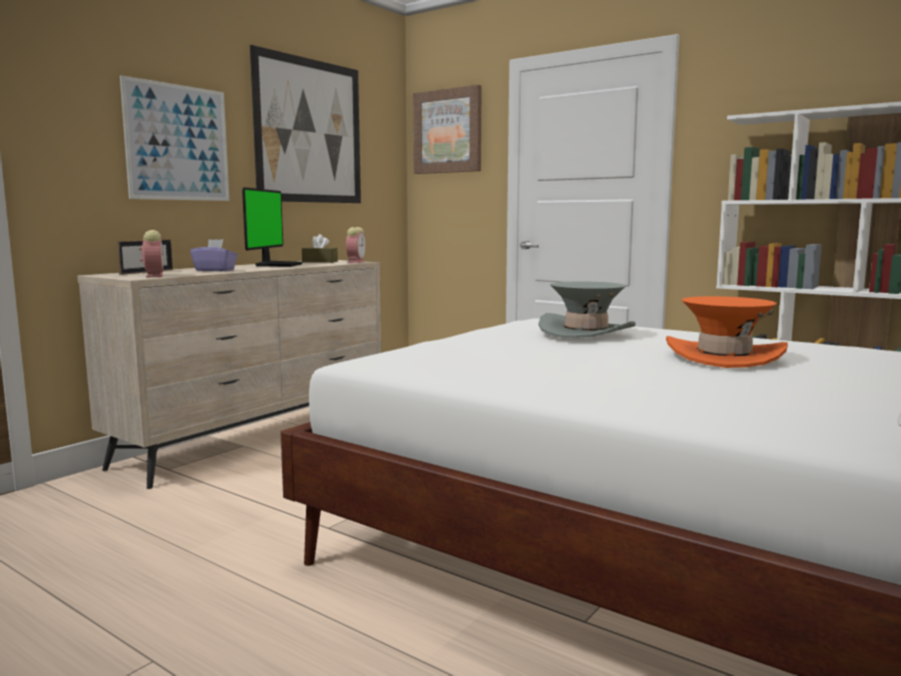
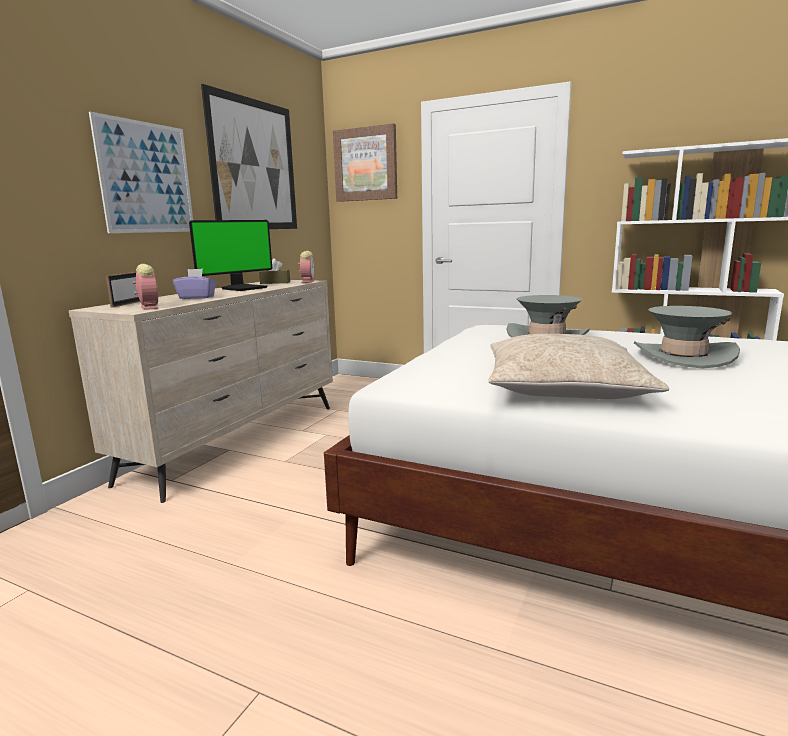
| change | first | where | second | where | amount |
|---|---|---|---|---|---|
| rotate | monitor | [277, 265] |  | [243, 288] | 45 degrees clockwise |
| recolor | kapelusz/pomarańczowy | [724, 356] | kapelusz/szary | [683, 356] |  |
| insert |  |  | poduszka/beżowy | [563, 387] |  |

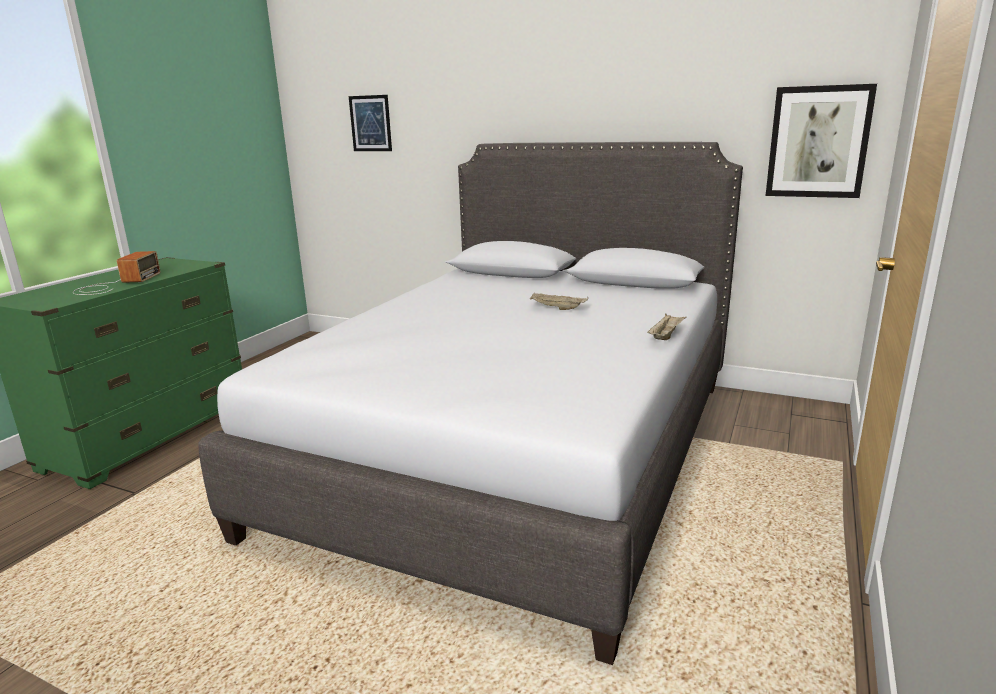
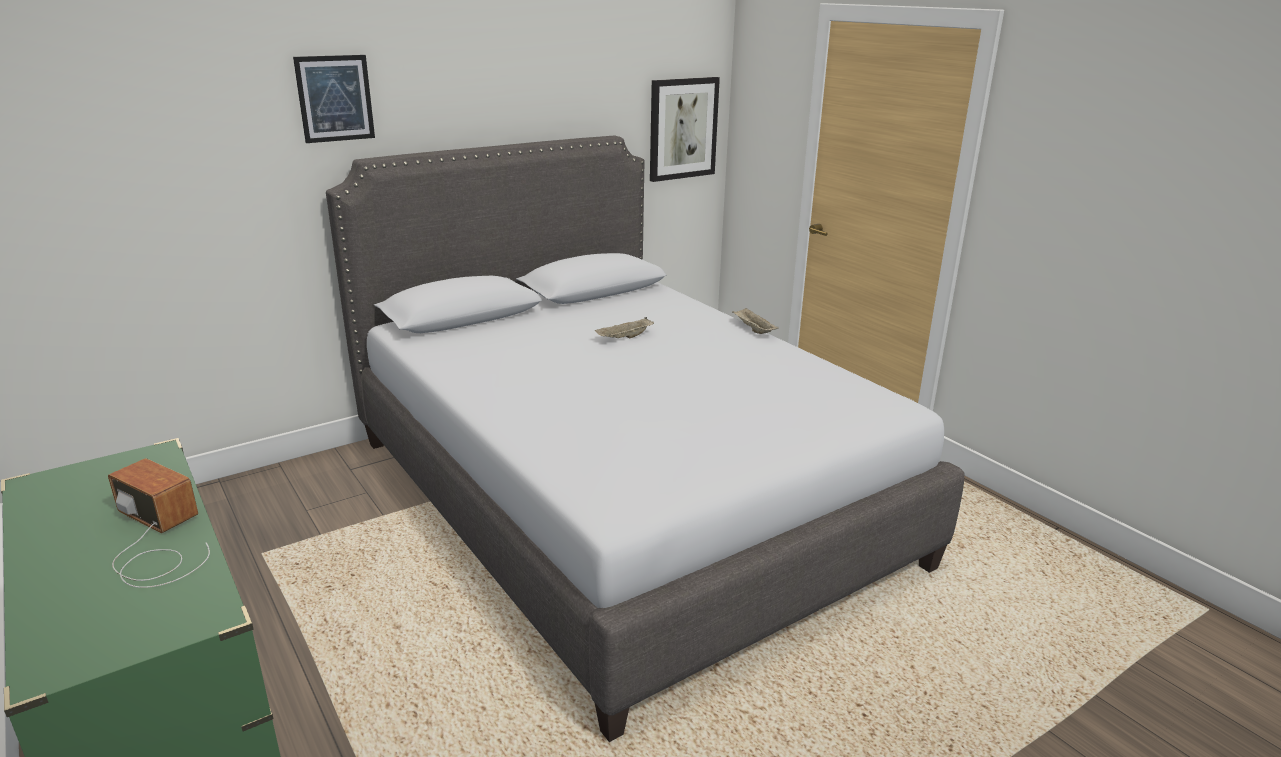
| change | first | where | second | where | amount |
|---|---|---|---|---|---|
| move | obraz | [370, 123] |  | [335, 98] |  |

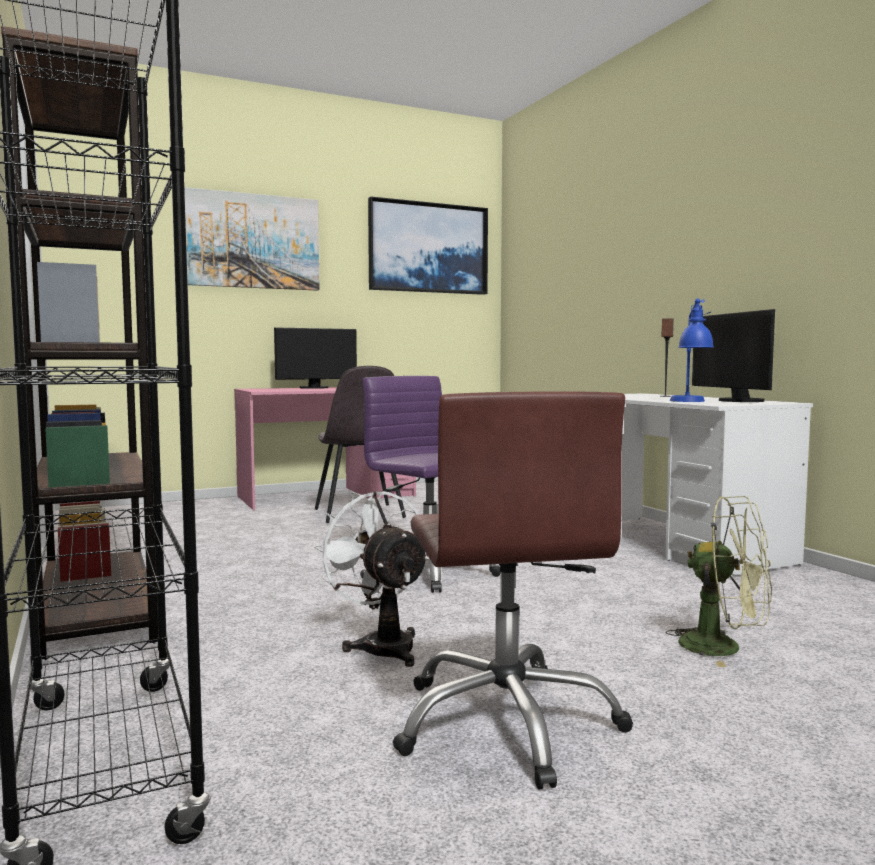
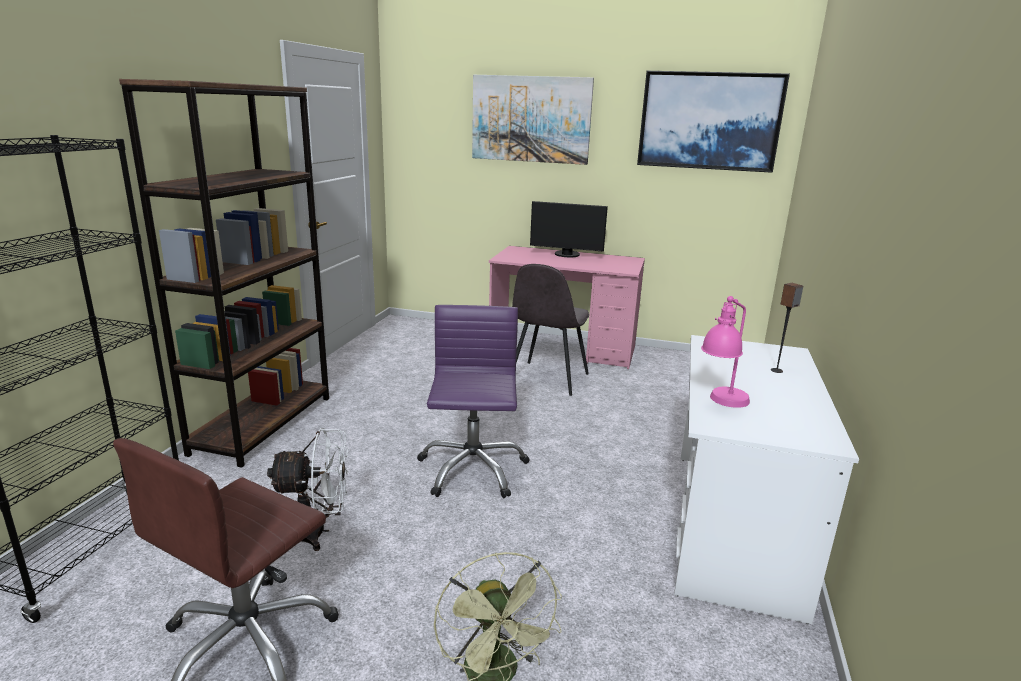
| change | first | where | second | where | amount |
|---|---|---|---|---|---|
| rotate | wentylator/biały | [382, 645] |  | [317, 532] | 75 degrees clockwise |
| recolor | lampa stołowa/niebieski | [691, 401] | lampa stołowa/różowy | [721, 404] |  |
| delete | monitor | [737, 401] |  |  |  |

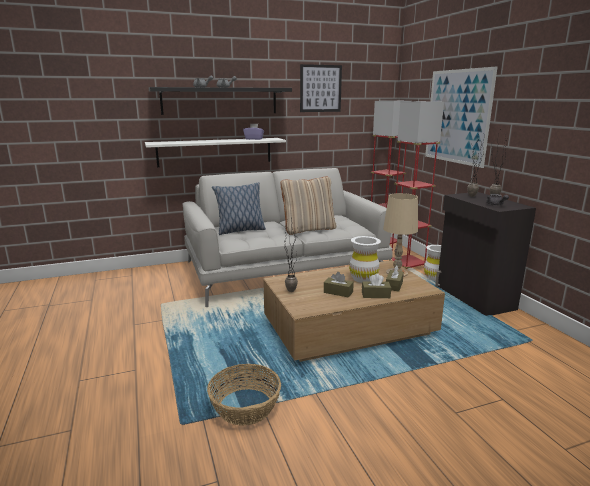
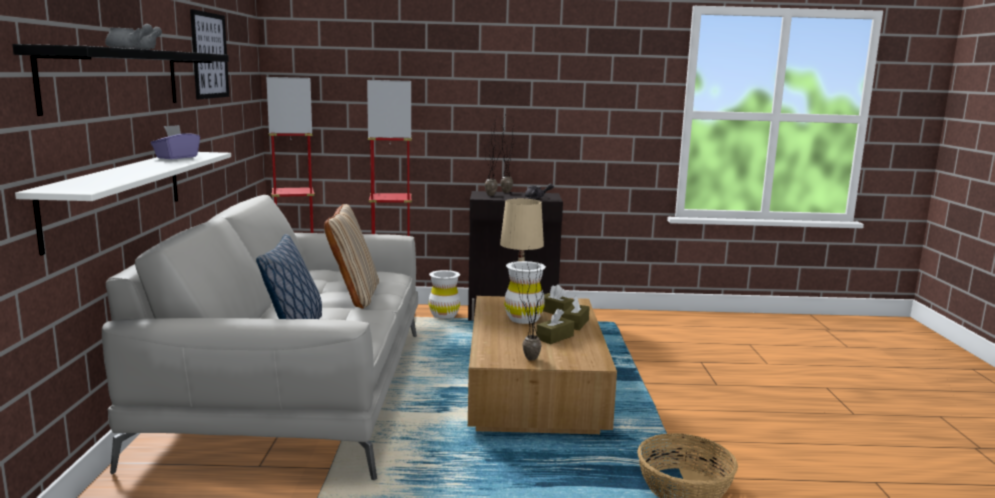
| change | first | where | second | where | amount |
|---|---|---|---|---|---|
| delete | obraz | [457, 116] |  |  |  |

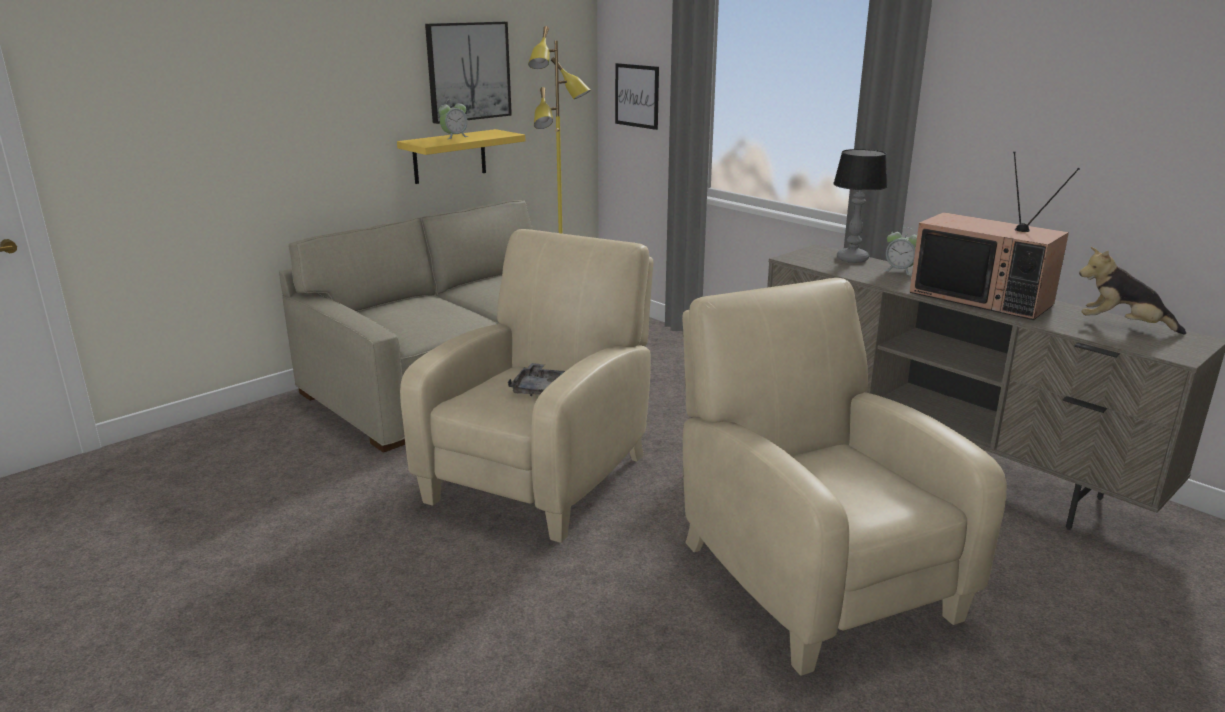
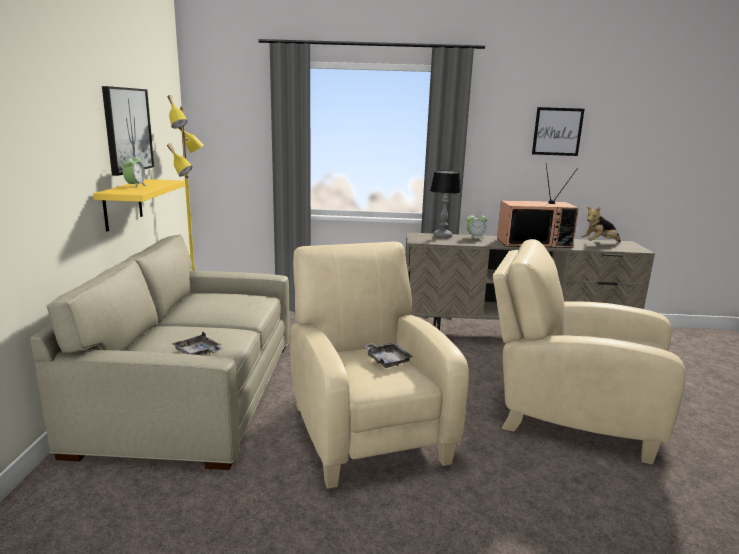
| change | first | where | second | where | amount |
|---|---|---|---|---|---|
| move | obraz | [637, 96] |  | [557, 131] |  |
| insert |  |  | taca/szary | [198, 353] |  |

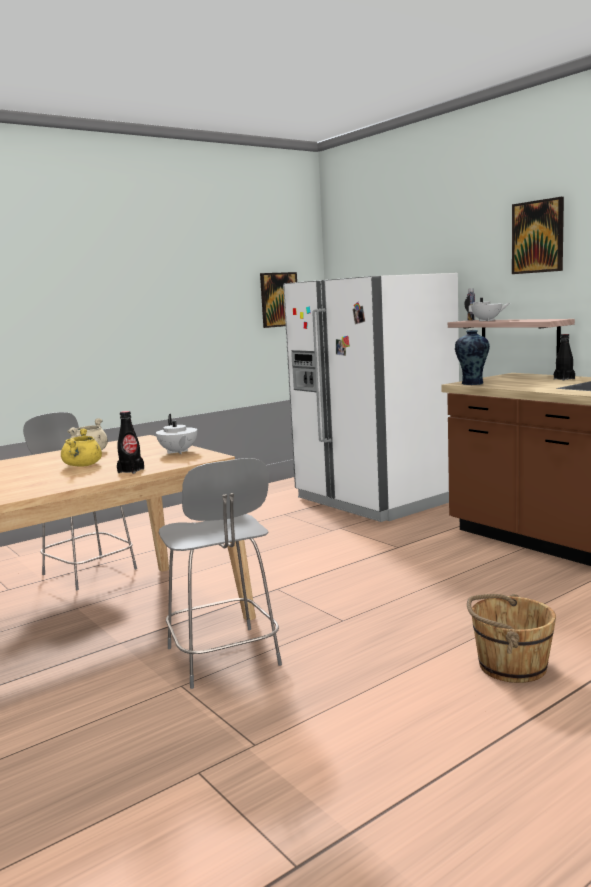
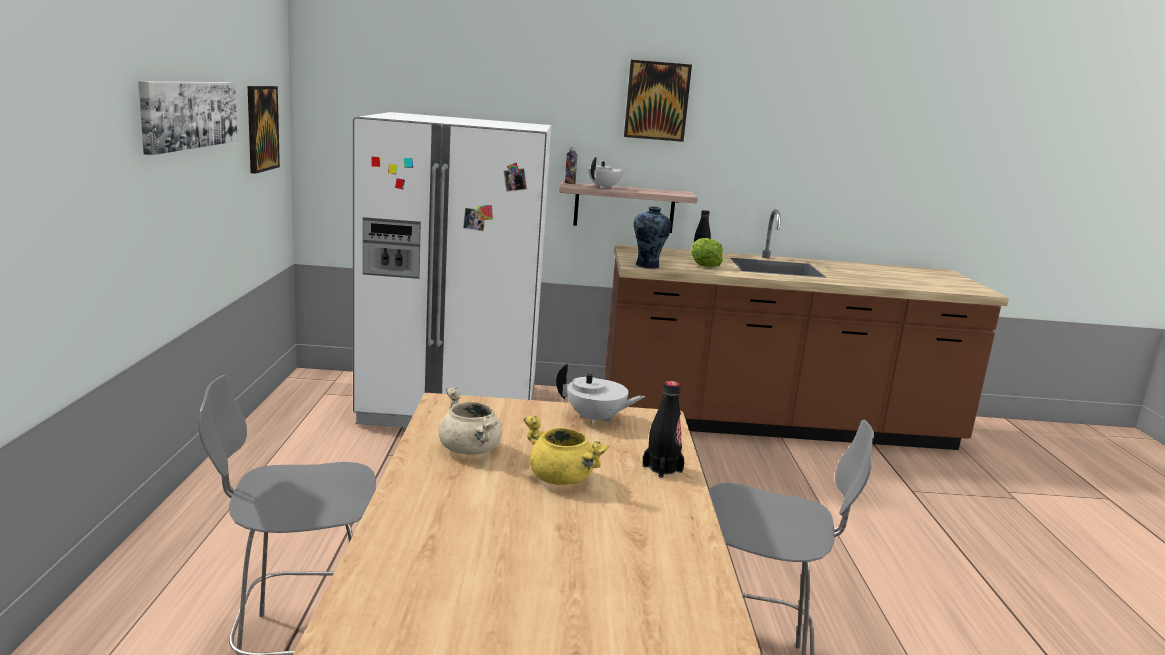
| change | first | where | second | where | amount |
|---|---|---|---|---|---|
| delete | wiadro/brązowy | [510, 666] |  |  |  |
| insert |  |  | obraz | [189, 114] |  |
| insert |  |  | sałata | [703, 264] |  |

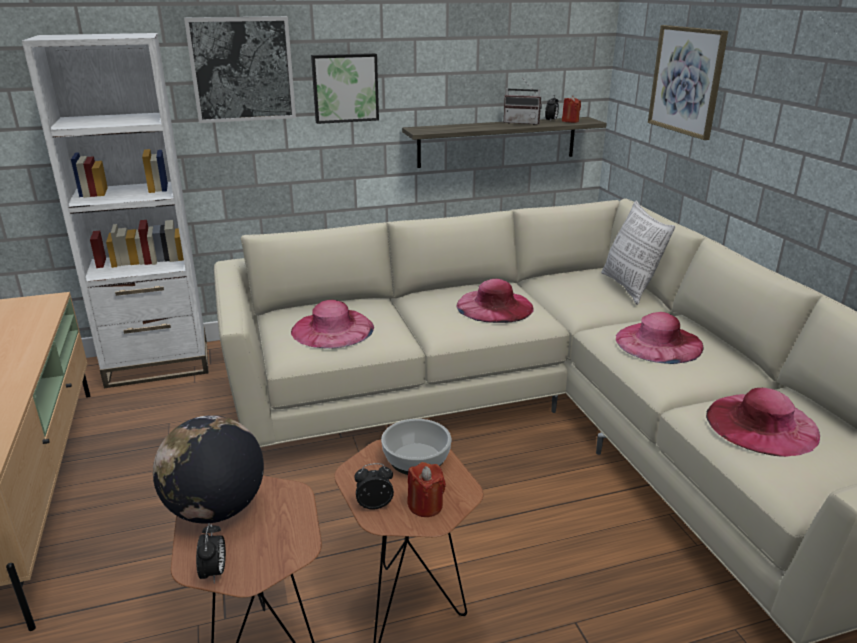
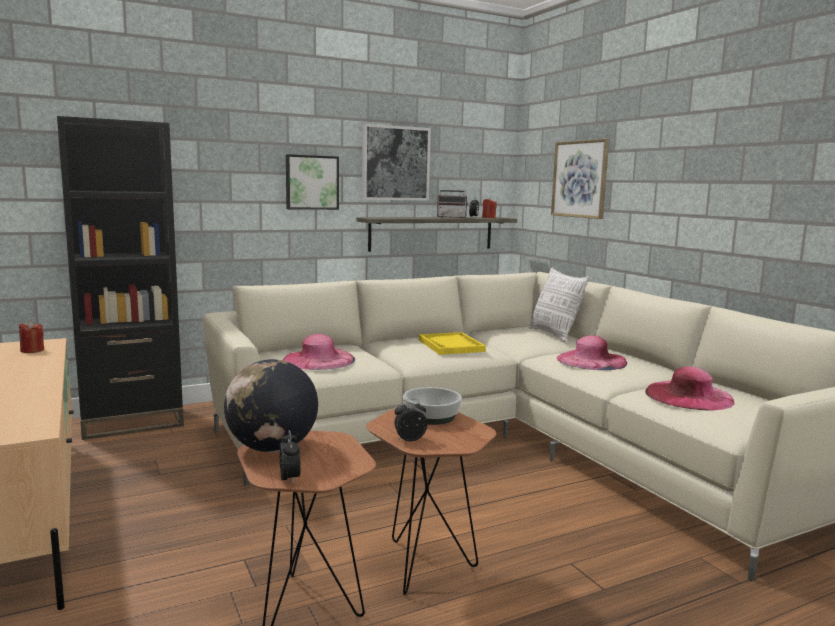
| change | first | where | second | where | amount |
|---|---|---|---|---|---|
| recolor | regał/biały | [158, 365] | regał/czarny | [132, 422] |  |
| move | obraz | [242, 69] |  | [395, 163] |  |
| move | świeca/czerwony | [425, 505] |  | [32, 350] |  |
| replace | kapelusz/różowy | [494, 306] | taca/żółty | [451, 345] |  |

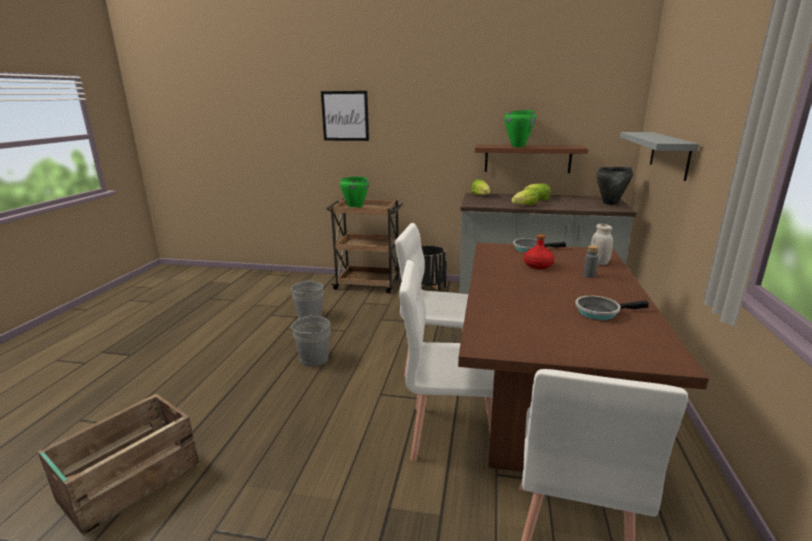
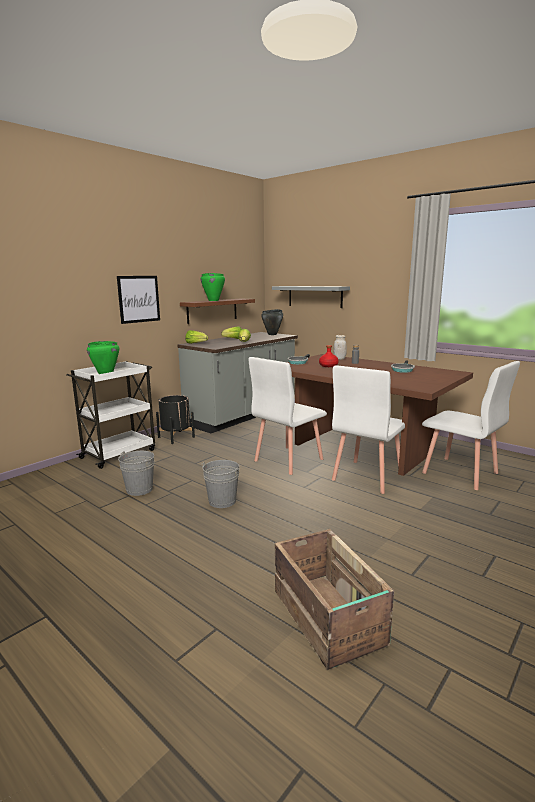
| change | first | where | second | where | amount |
|---|---|---|---|---|---|
| move | obraz | [345, 116] |  | [139, 299] |  |
| recolor | wózek/brązowy | [368, 284] | wózek/biały | [119, 453] |  |

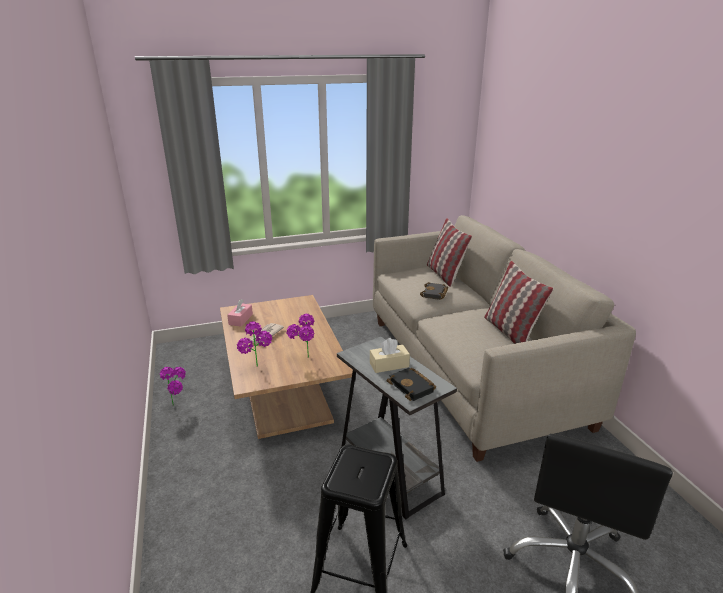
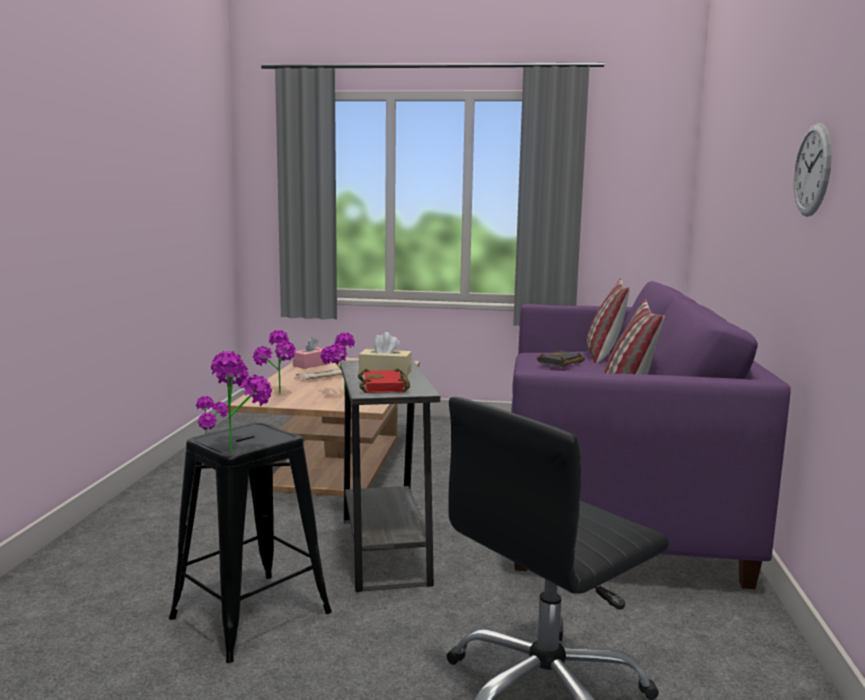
| change | first | where | second | where | amount |
|---|---|---|---|---|---|
| recolor | kanapa/beżowy | [470, 369] | kanapa/fioletowy | [608, 491] |  |
| recolor | książka/czarny | [413, 387] | książka/czerwony | [385, 387] |  |
| insert |  |  | roślina doniczkowa | [240, 448] |  |
| insert |  |  | zegar ścienny | [813, 170] |  |

